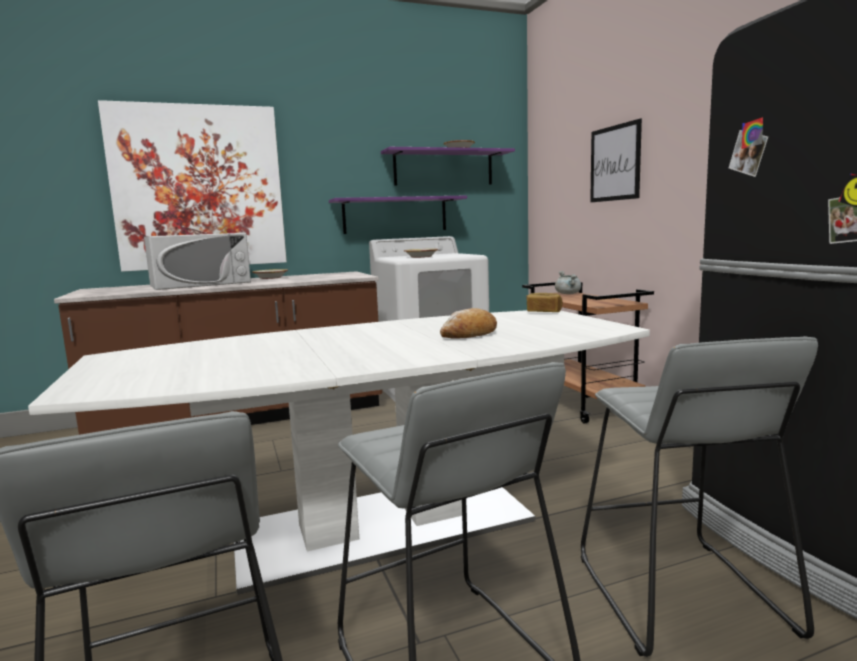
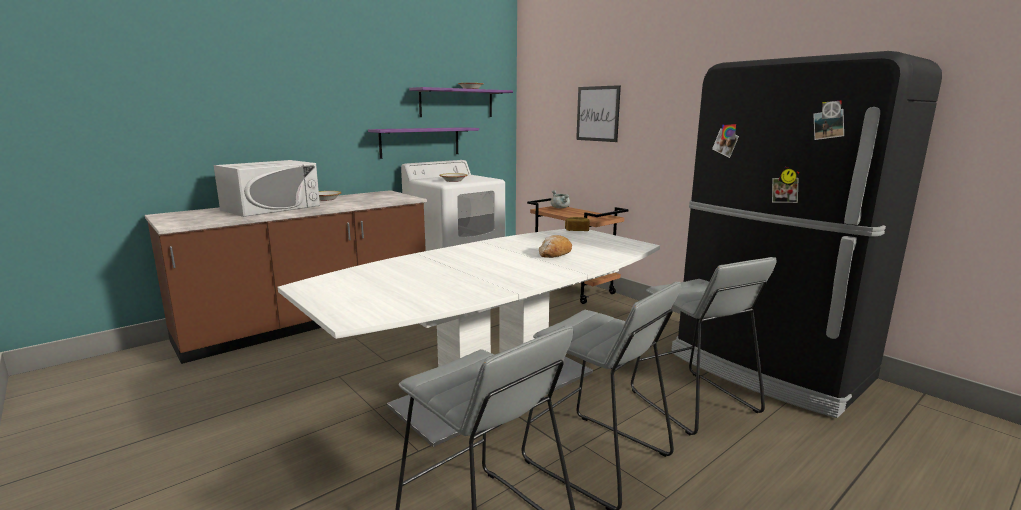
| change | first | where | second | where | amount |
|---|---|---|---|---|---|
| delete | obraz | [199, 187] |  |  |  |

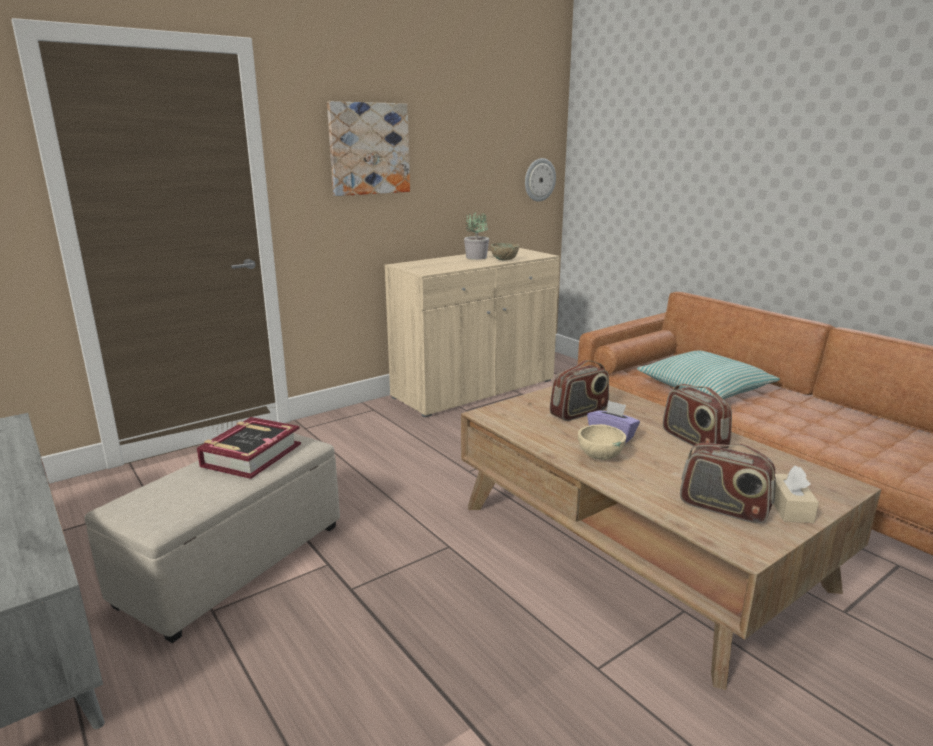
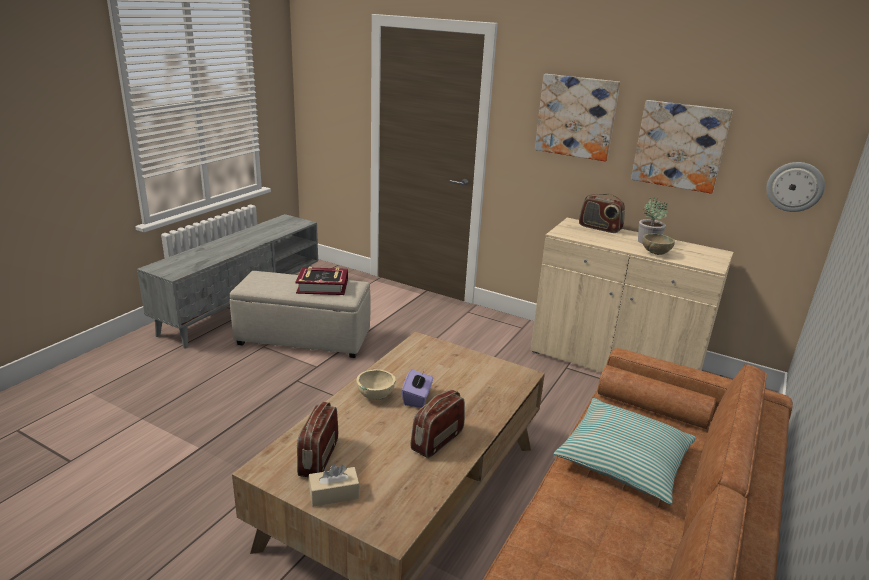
| change | first | where | second | where | amount |
|---|---|---|---|---|---|
| move | radio | [579, 412] |  | [599, 228] |  |
| insert |  |  | obraz | [679, 146] |  |

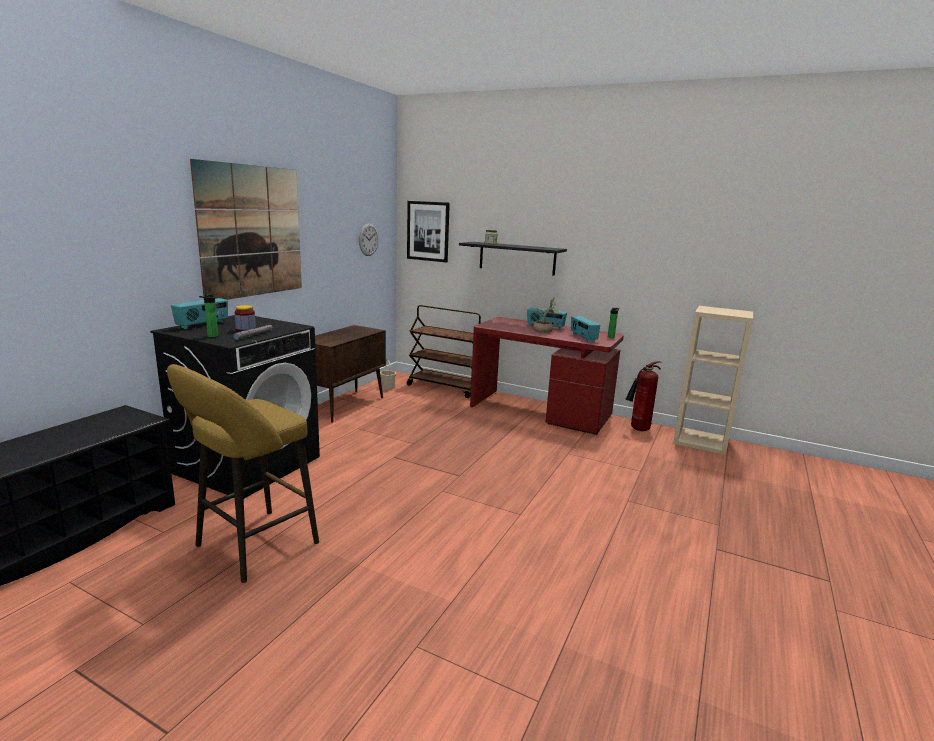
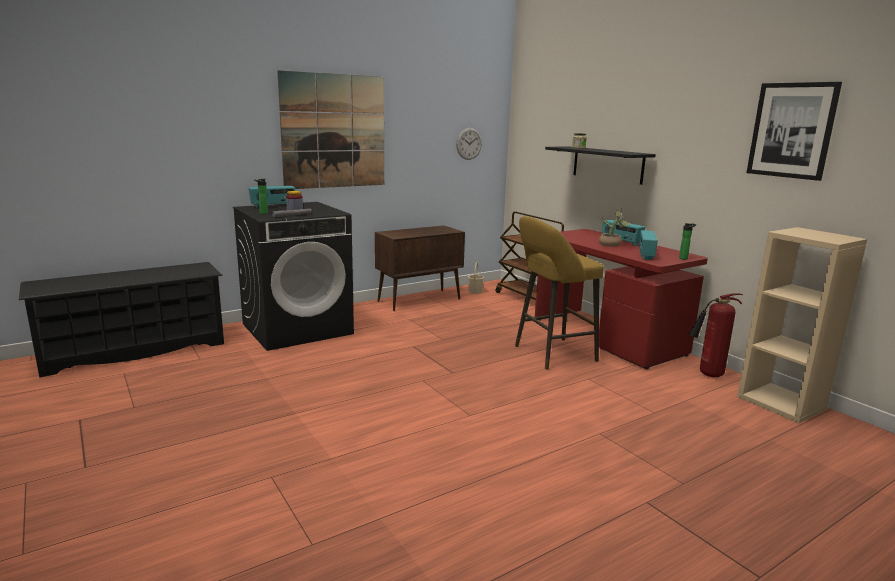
| change | first | where | second | where | amount |
|---|---|---|---|---|---|
| move | stołek/żółty | [251, 547] |  | [551, 354] |  |
| move | obraz | [428, 231] |  | [792, 130] |  |

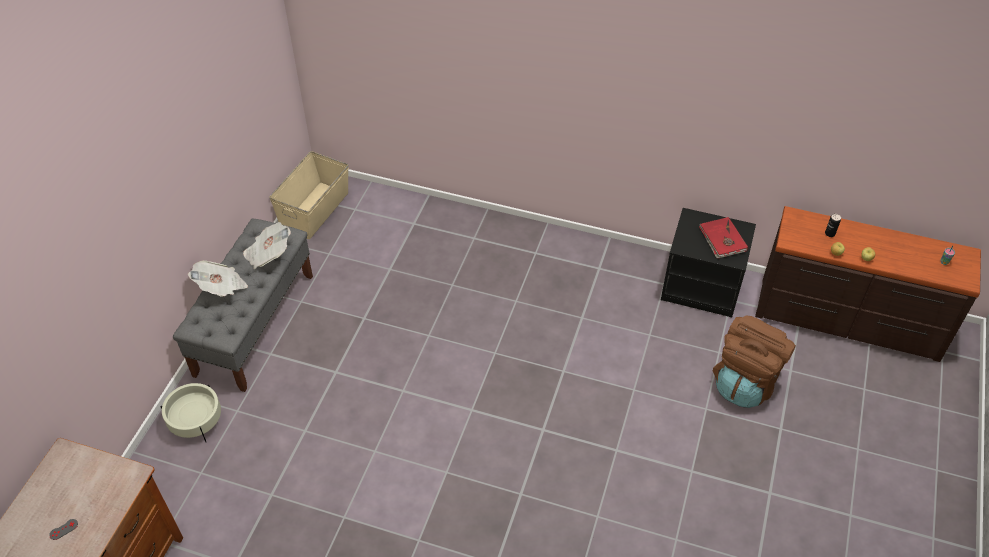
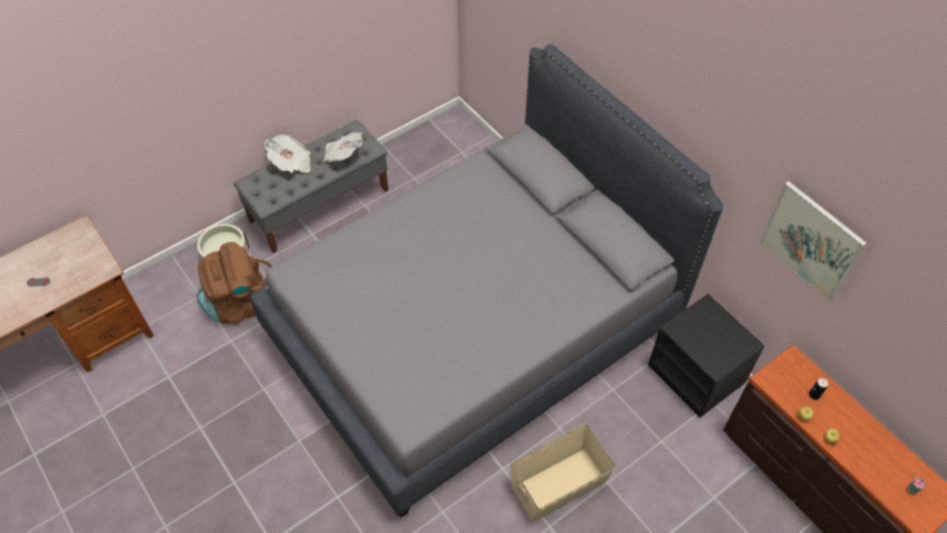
| change | first | where | second | where | amount |
|---|---|---|---|---|---|
| move | pojemnik do przechowywania/beżowy | [315, 210] |  | [559, 484] |  |
| delete | książka/czerwony | [722, 240] |  |  |  |
| move | plecak/brązowy | [745, 382] |  | [241, 303] |  |
| insert |  |  | łóżko/szary | [474, 328] |  |
| insert |  |  | obraz | [811, 241] |  |

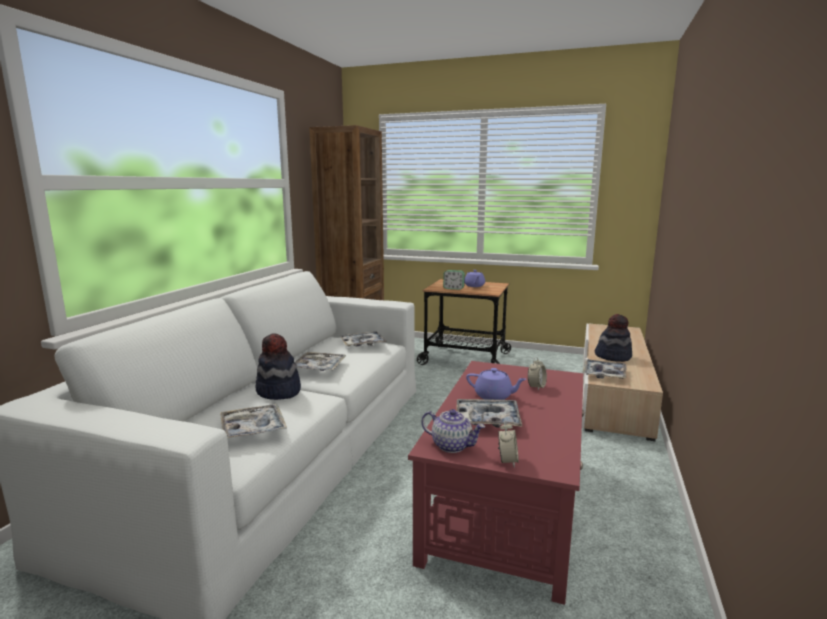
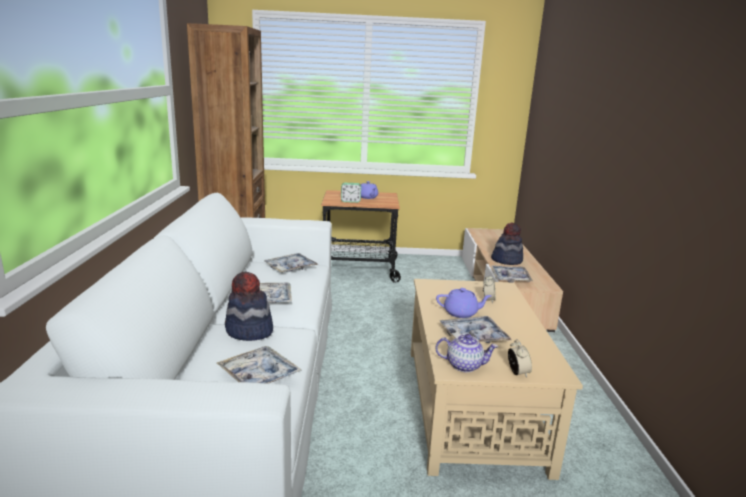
| change | first | where | second | where | amount |
|---|---|---|---|---|---|
| recolor | ława/czerwony | [507, 503] | ława/beżowy | [472, 405] |  |

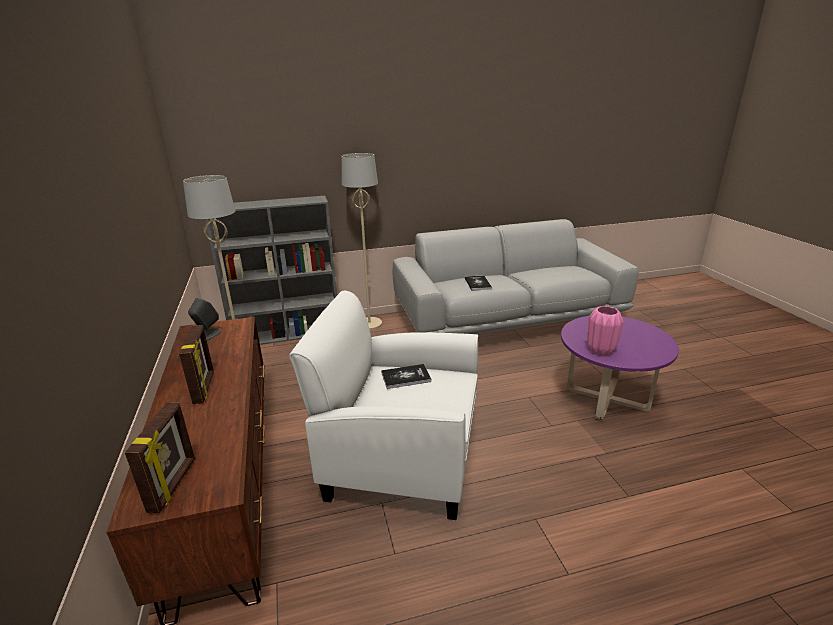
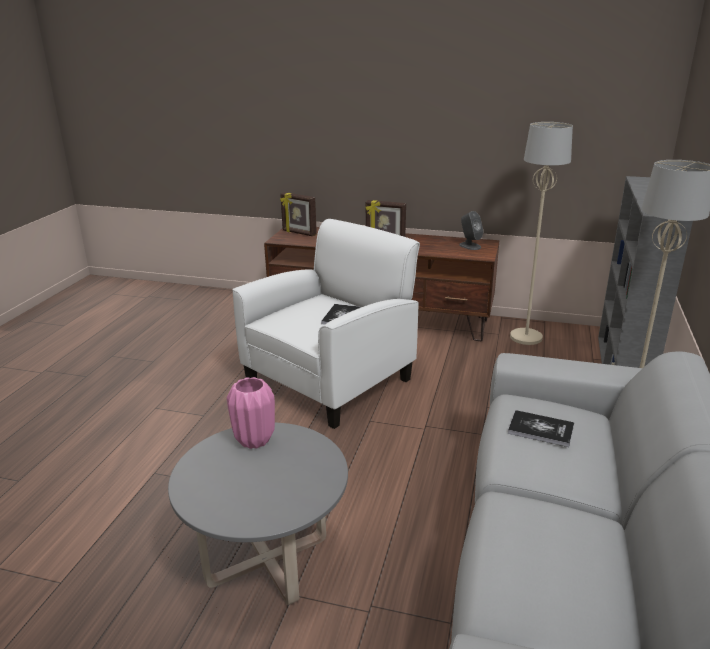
| change | first | where | second | where | amount |
|---|---|---|---|---|---|
| recolor | ława/fioletowy | [607, 399] | ława/szary | [267, 560] |  |

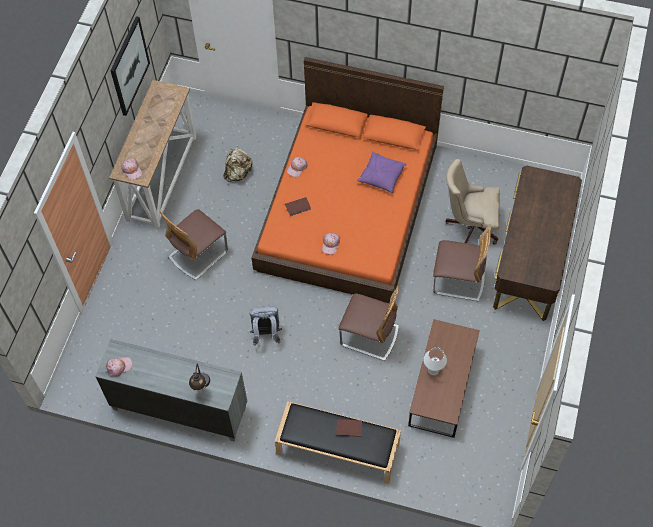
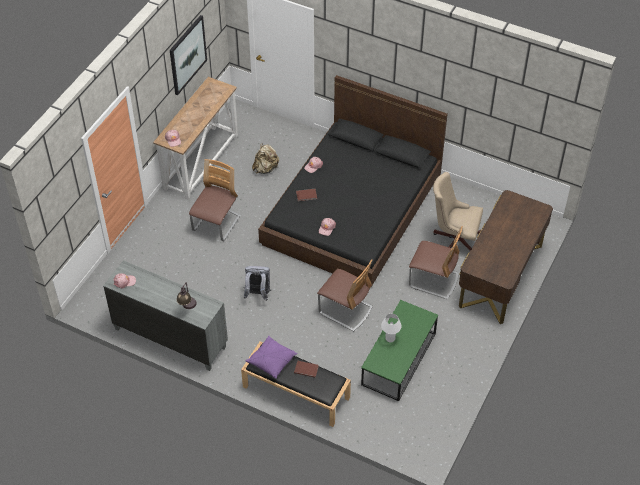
| change | first | where | second | where | amount |
|---|---|---|---|---|---|
| rotate | krzesło | [198, 254] |  | [216, 224] | 150 degrees clockwise |
| recolor | łóżko/pomarańczowy | [348, 207] | łóżko/czarny | [352, 208] |  |
| move | poduszka/fioletowy | [381, 176] |  | [272, 361] |  |
| recolor | ława/brązowy | [442, 385] | ława/zielony | [398, 359] |  |

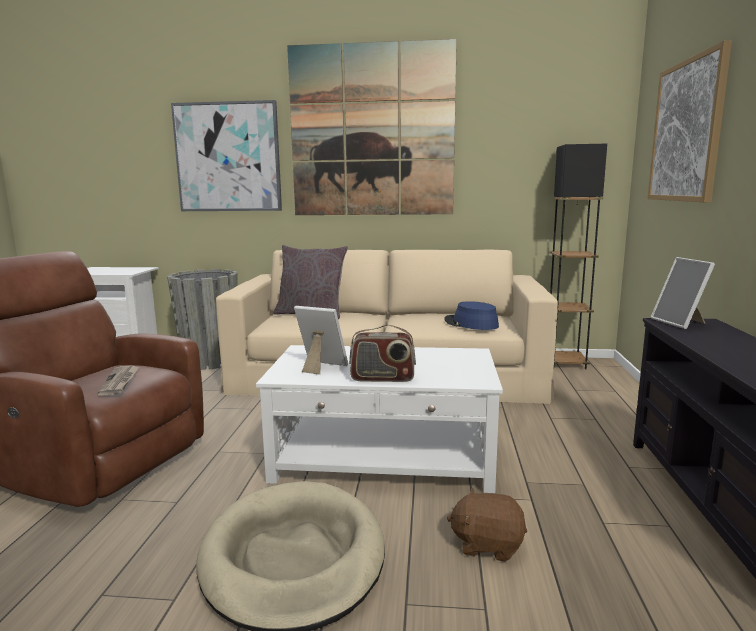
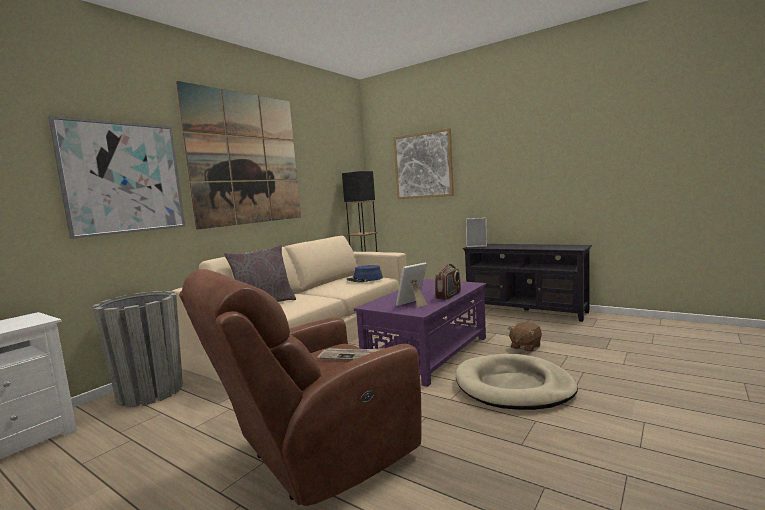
| change | first | where | second | where | amount |
|---|---|---|---|---|---|
| recolor | ława/biały | [385, 457] | ława/fioletowy | [428, 353] |  |

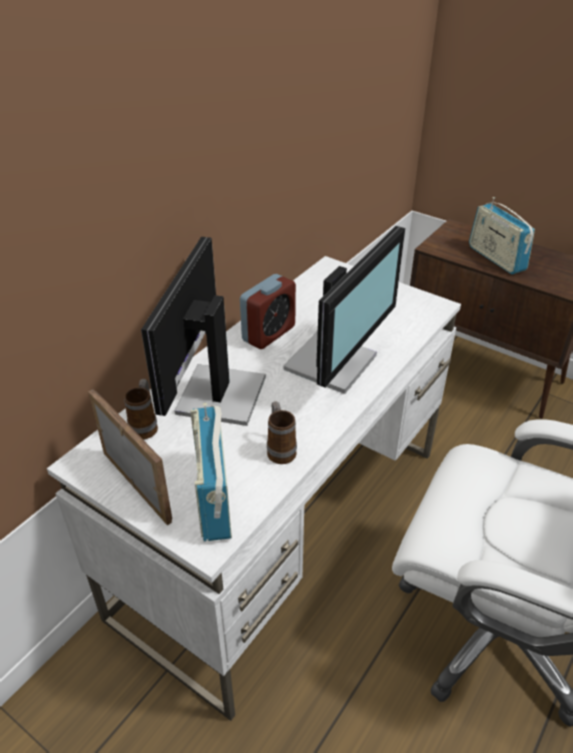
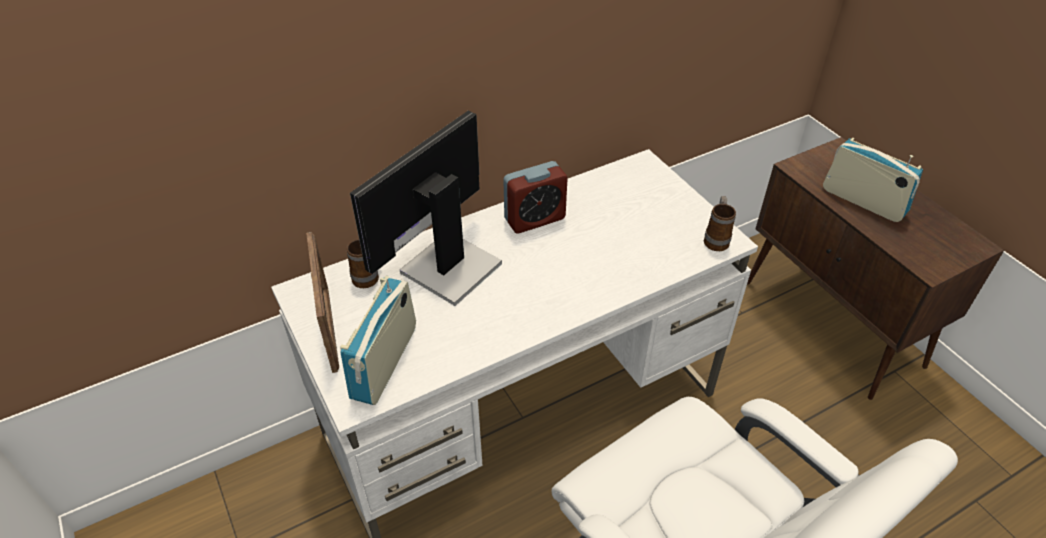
| change | first | where | second | where | amount |
|---|---|---|---|---|---|
| move | kubek | [280, 449] |  | [716, 239] |  |
| delete | monitor | [335, 363] |  |  |  |
| rotate | radio | [496, 258] |  | [863, 201] | 135 degrees clockwise |

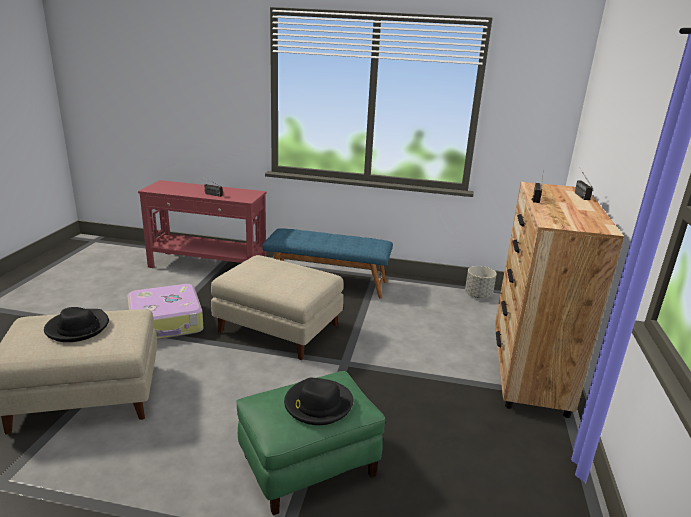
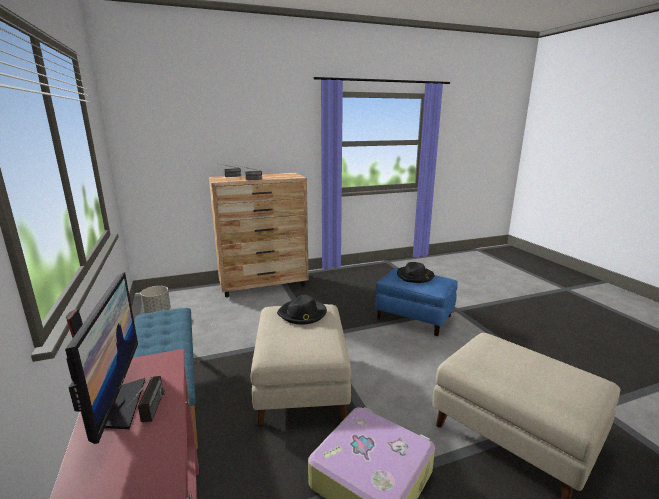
| change | first | where | second | where | amount |
|---|---|---|---|---|---|
| move | kapelusz/czarny | [77, 328] |  | [302, 314] |  |
| recolor | pufa/zielony | [309, 464] | pufa/niebieski | [413, 318] |  |
| insert |  |  | monitor | [117, 405] |  |

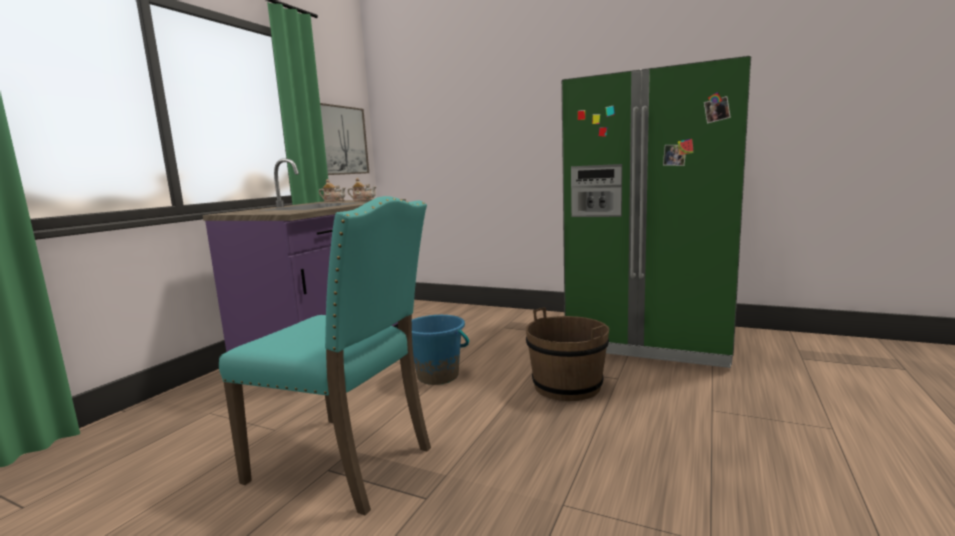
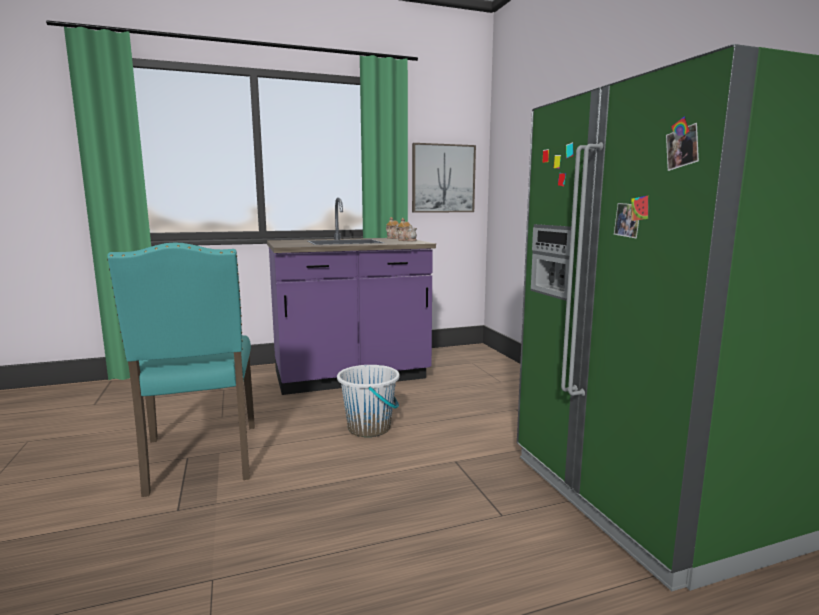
| change | first | where | second | where | amount |
|---|---|---|---|---|---|
| recolor | wiadro/niebieski | [438, 376] | wiadro/biały | [369, 428] |  |
| delete | wiadro/brązowy | [567, 386] |  |  |  |

